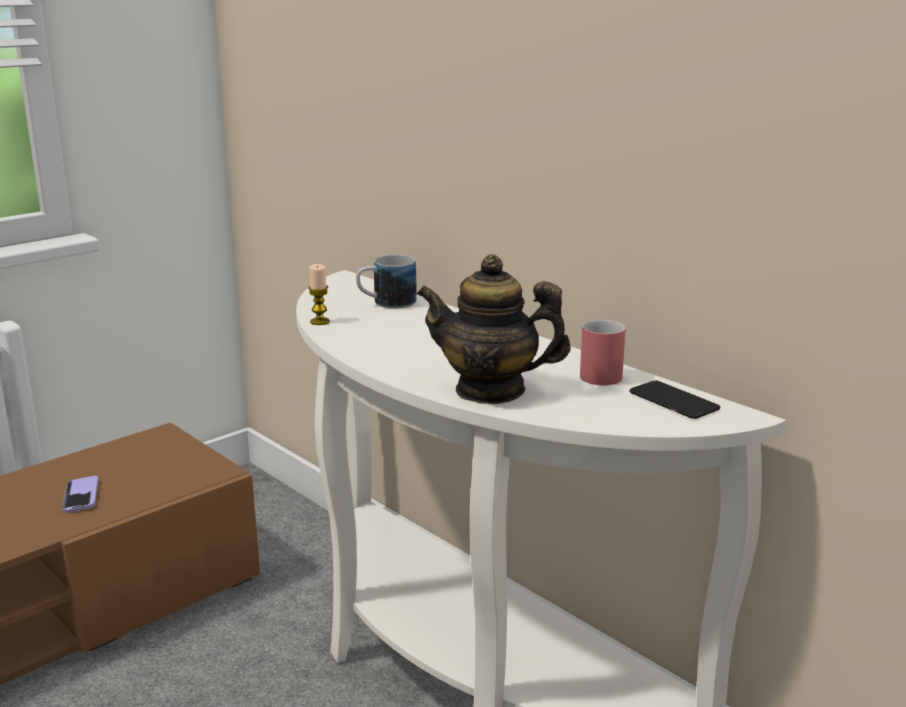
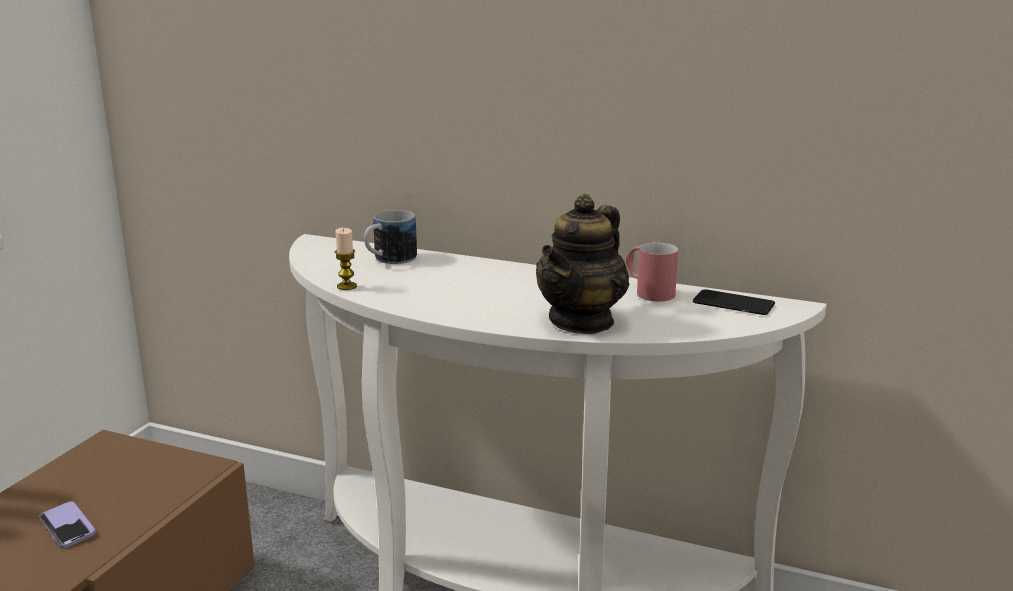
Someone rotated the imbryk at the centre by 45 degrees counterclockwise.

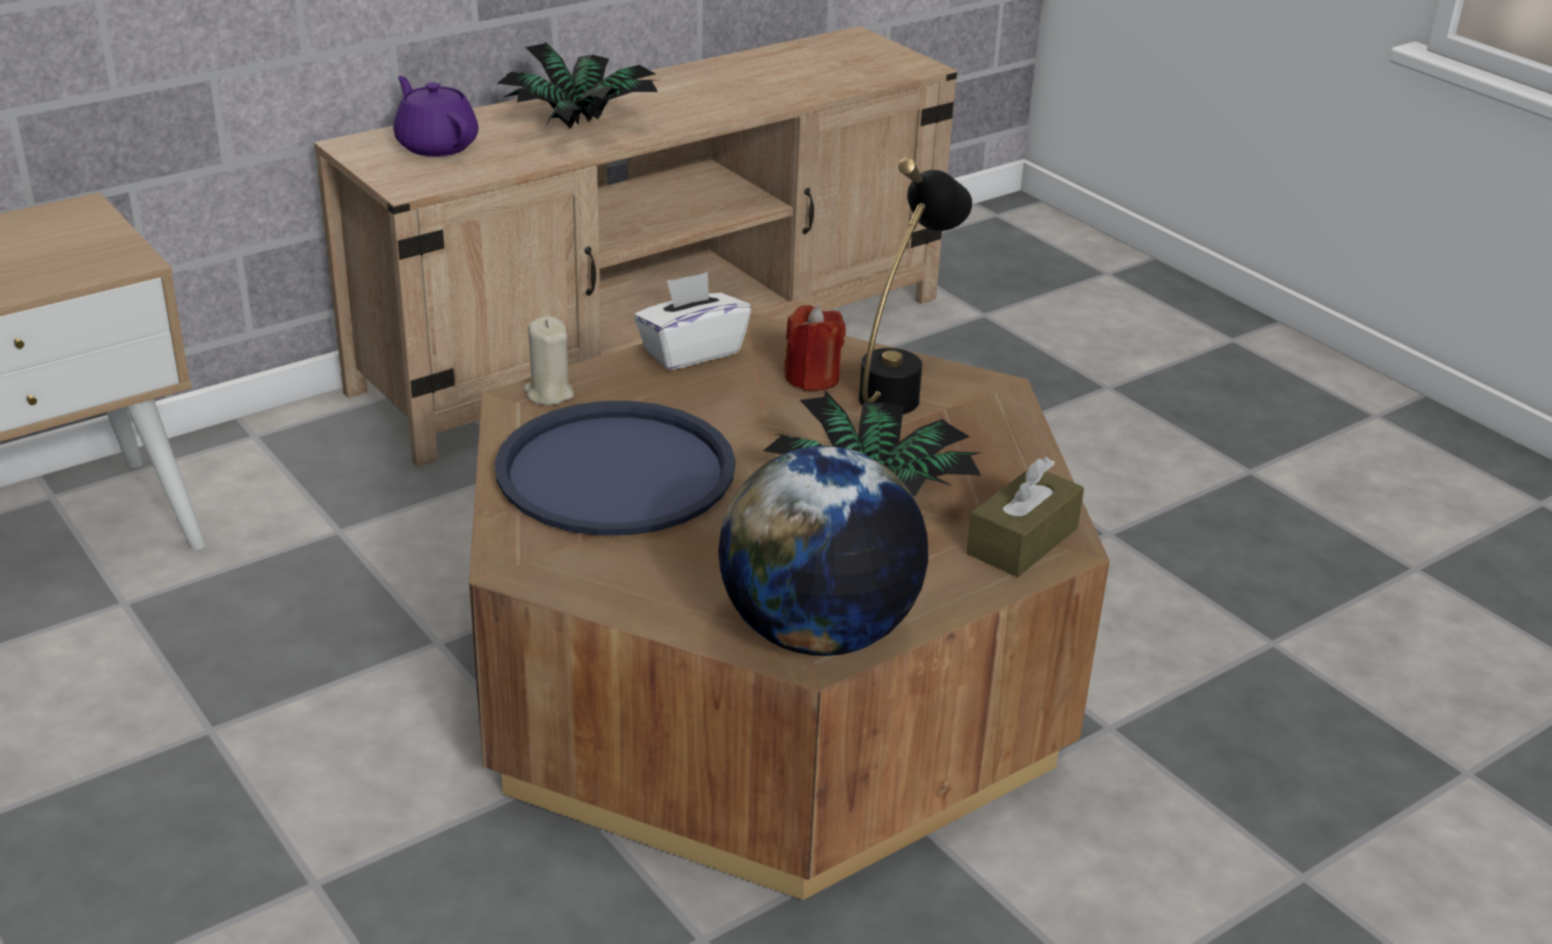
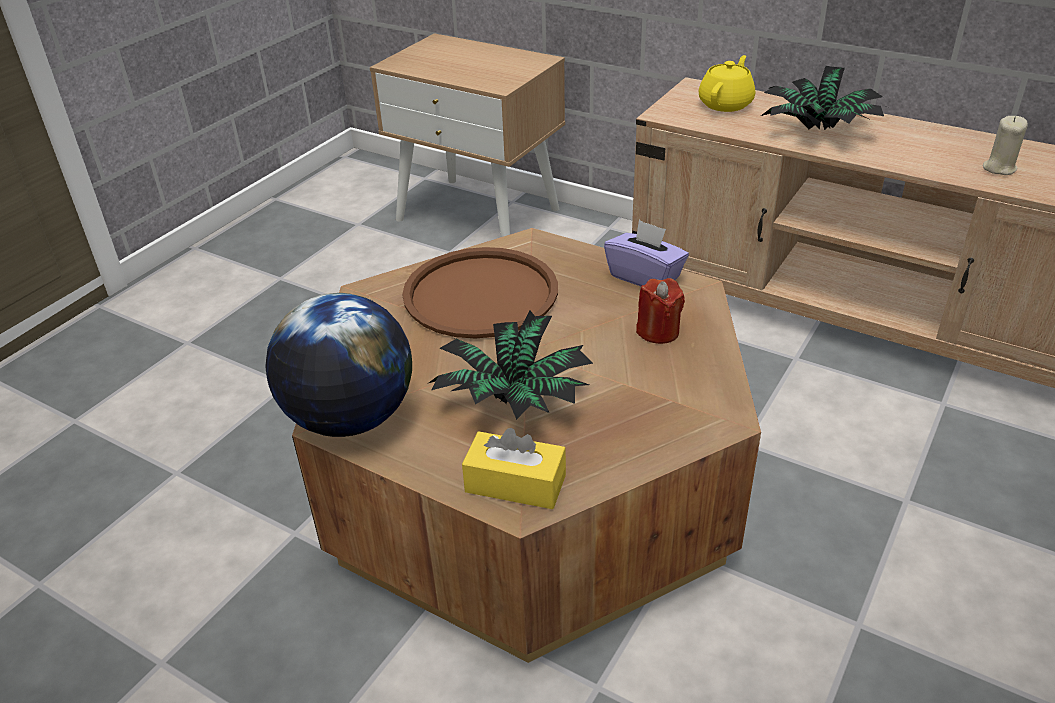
Someone repainted the imbryk/fioletowy at the top left, which became the imbryk/żółty at the top right. Someone repainted the taca/niebieski at the centre, which became the taca/brązowy at the centre. Someone carried the świeca/beżowy from the centre to the top right. Someone repainted the pudełko chusteczek/biały at the centre, which became the pudełko chusteczek/fioletowy at the centre. Someone took away the lampa stołowa/czarny at the top centre. Someone repainted the pudełko chusteczek/brązowy at the centre, which became the pudełko chusteczek/żółty at the centre.

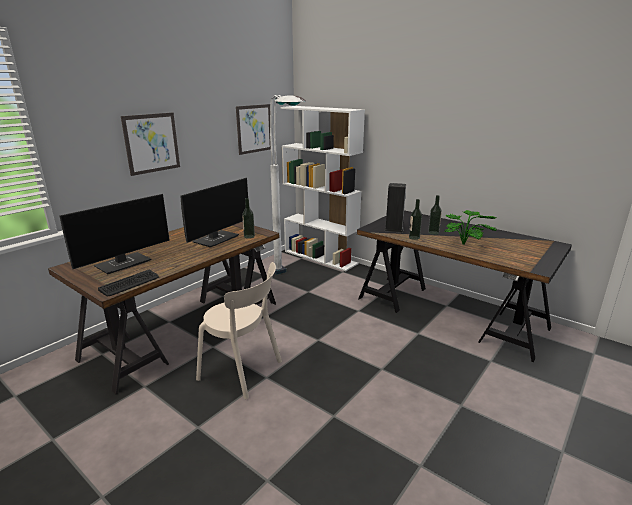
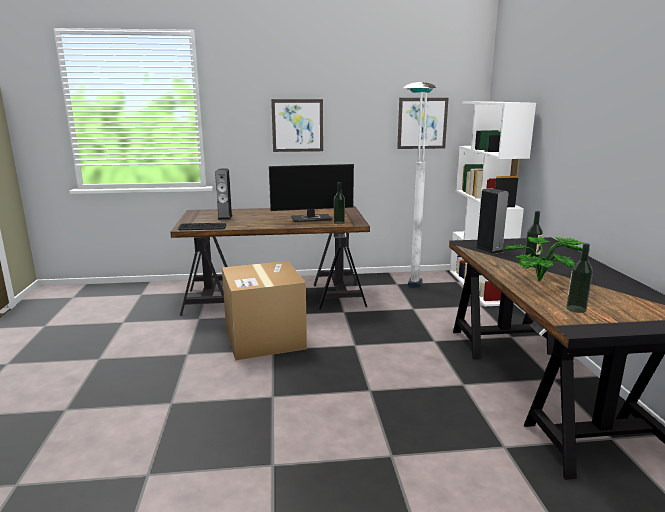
Someone swapped the monitor (no. 1 from left) at the middle left for the głośnik (no. 1 from left) at the centre. Someone swapped the krzesło/beżowy at the centre for the karton at the centre. Someone carried the butelka (no. 2 from left in the first image) from the centre to the middle right.

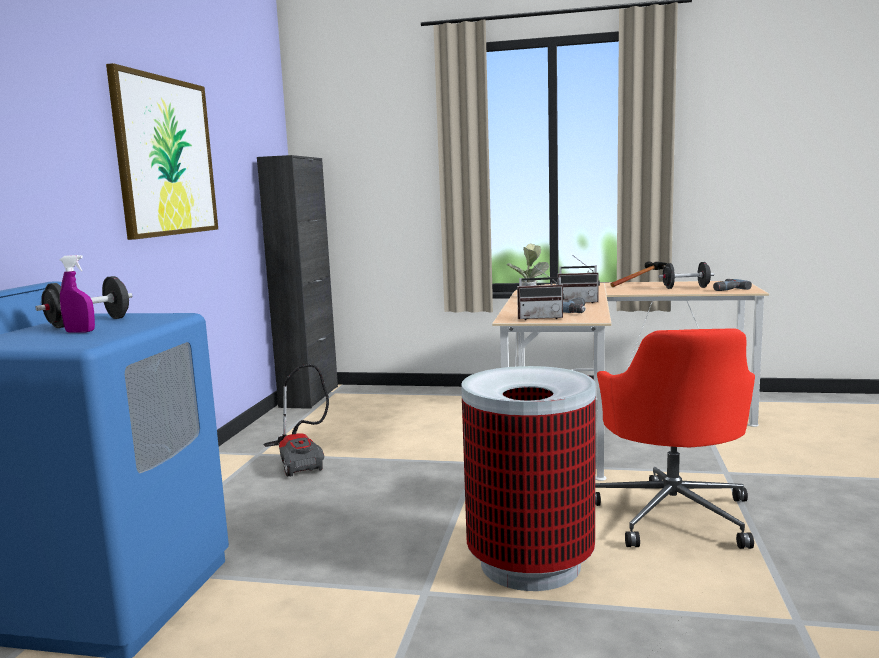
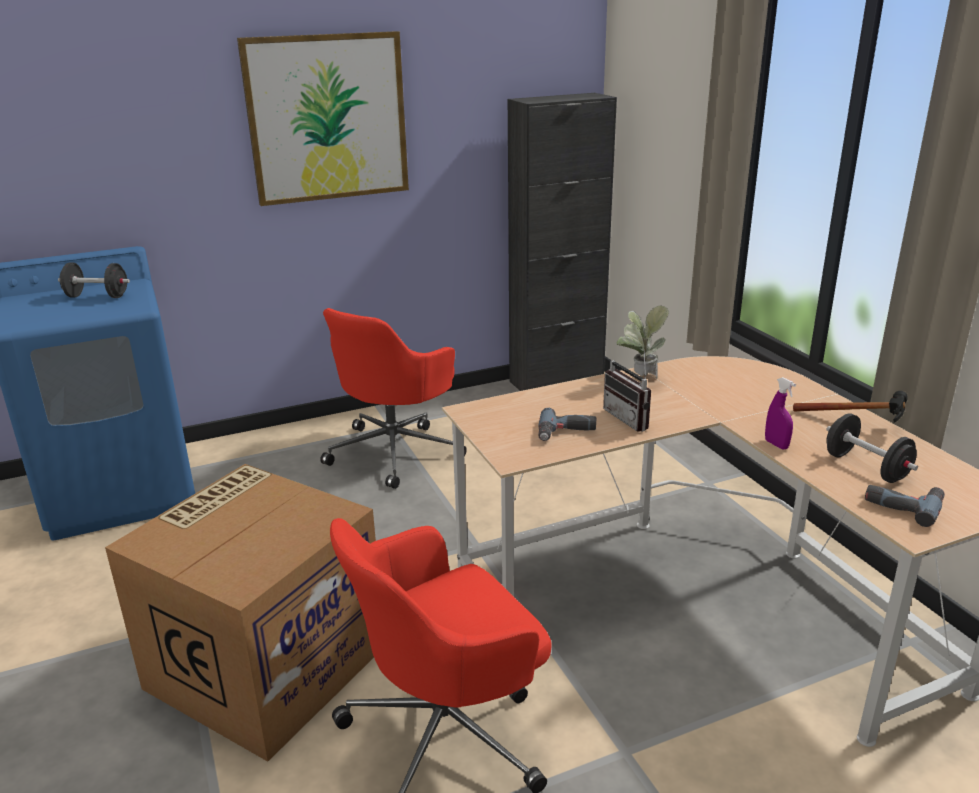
Someone carried the spryskiwacz/fioletowy from the middle left to the middle right. Someone swapped the odkurzacz at the centre for the krzesło biurowe/czerwony (no. 1 from left) at the centre. Someone swapped the kosz na śmieci at the bottom centre for the karton at the bottom left. Someone took away the radio (no. 1 from left) at the centre.

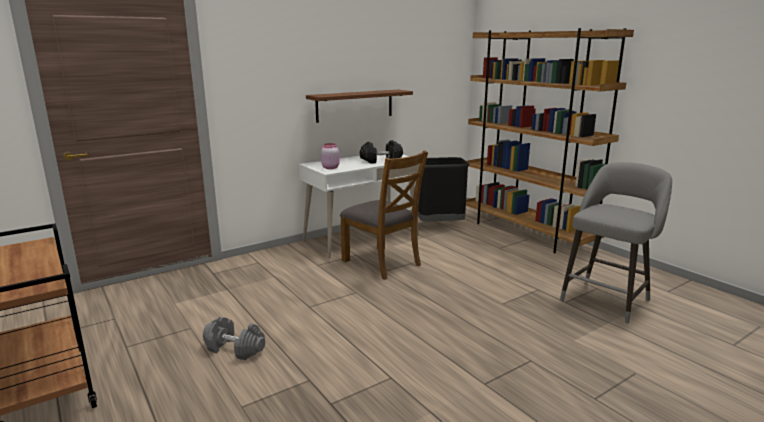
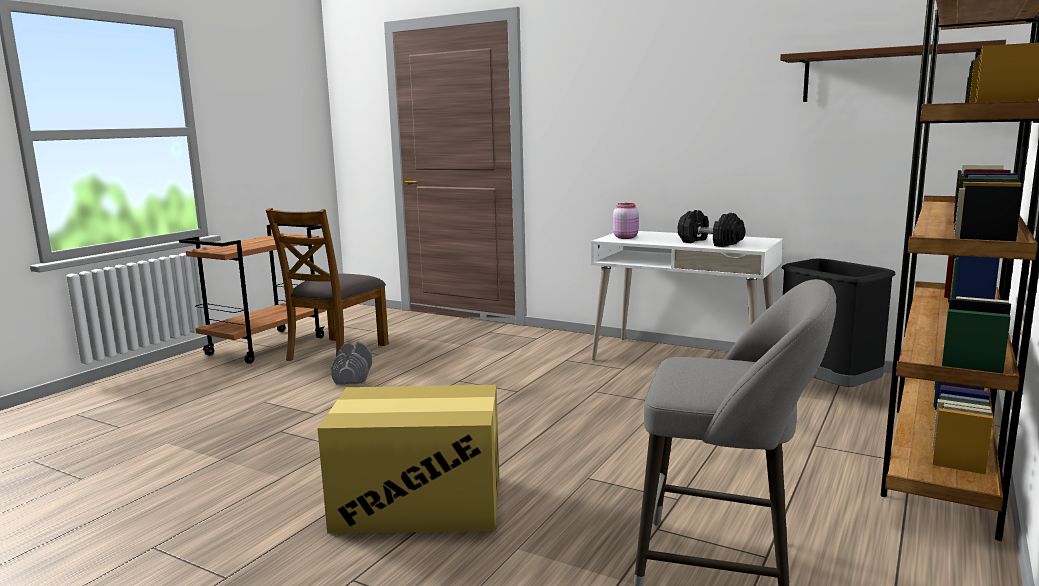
Someone carried the półka/brązowy from the top centre to the top right. Someone carried the krzesło/brązowy from the centre to the middle left. Someone put down the karton at the bottom centre.

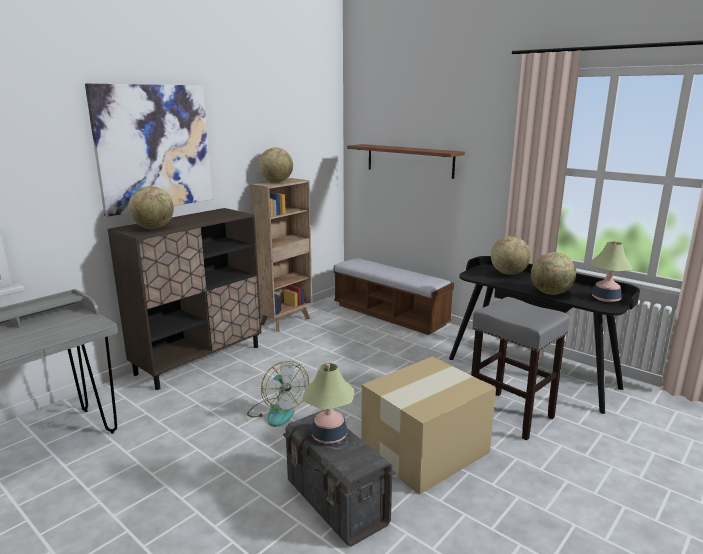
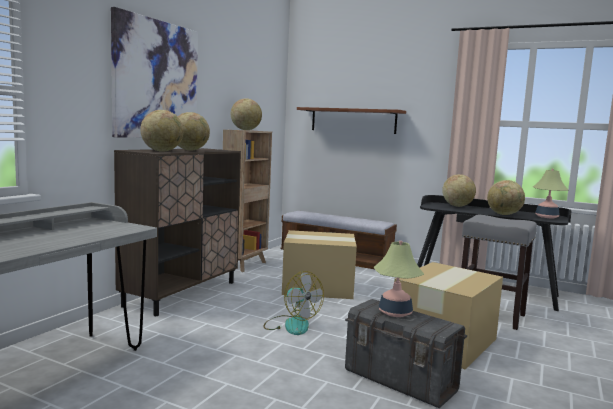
Someone put down the globus (no. 2 from left) at the top left. Someone put down the karton (no. 1 from left) at the centre.

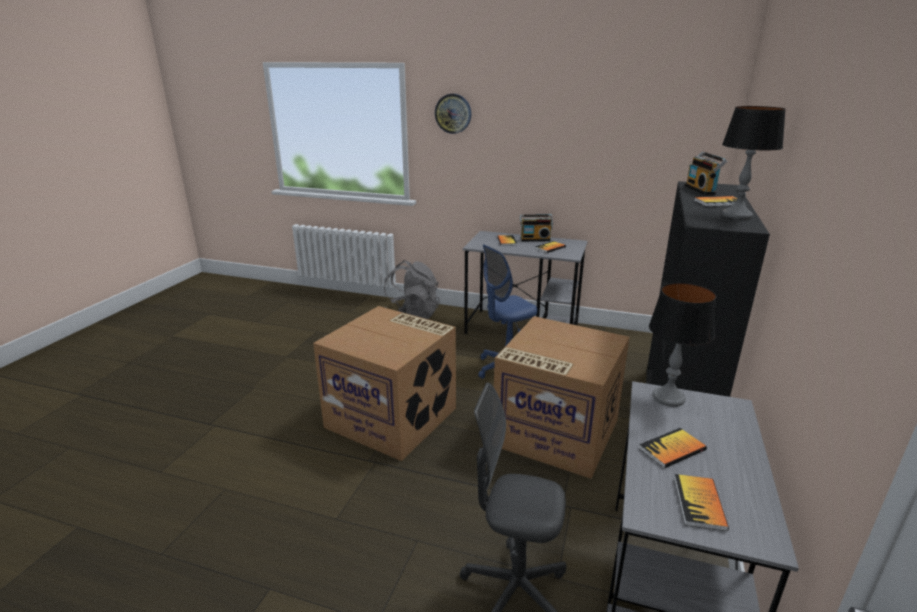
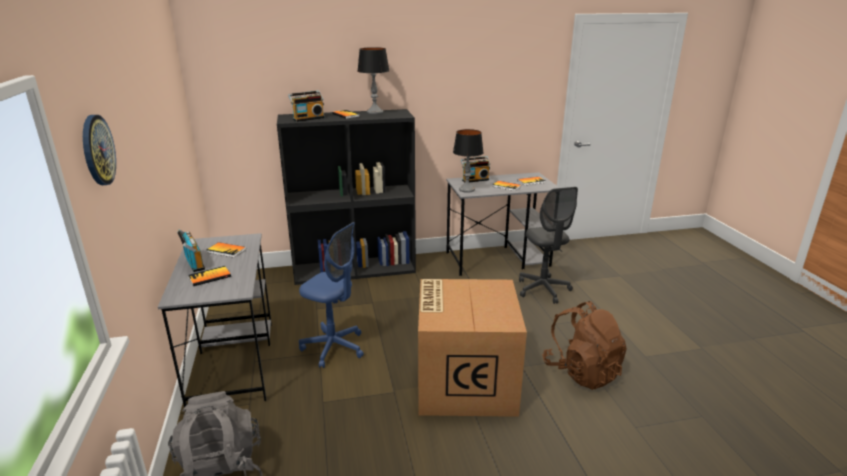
Someone took away the karton (no. 2 from left) at the centre. Someone put down the radio (no. 3 from left) at the centre. Someone put down the plecak/brązowy at the bottom right.

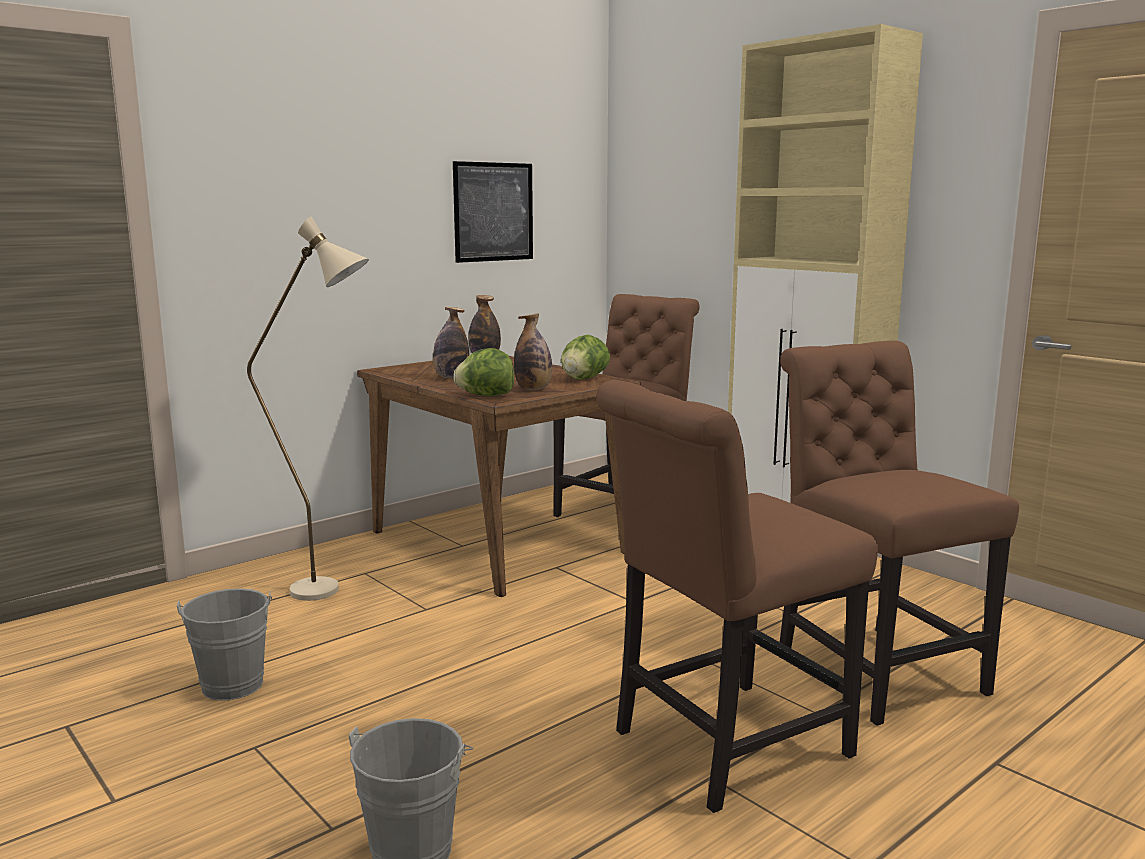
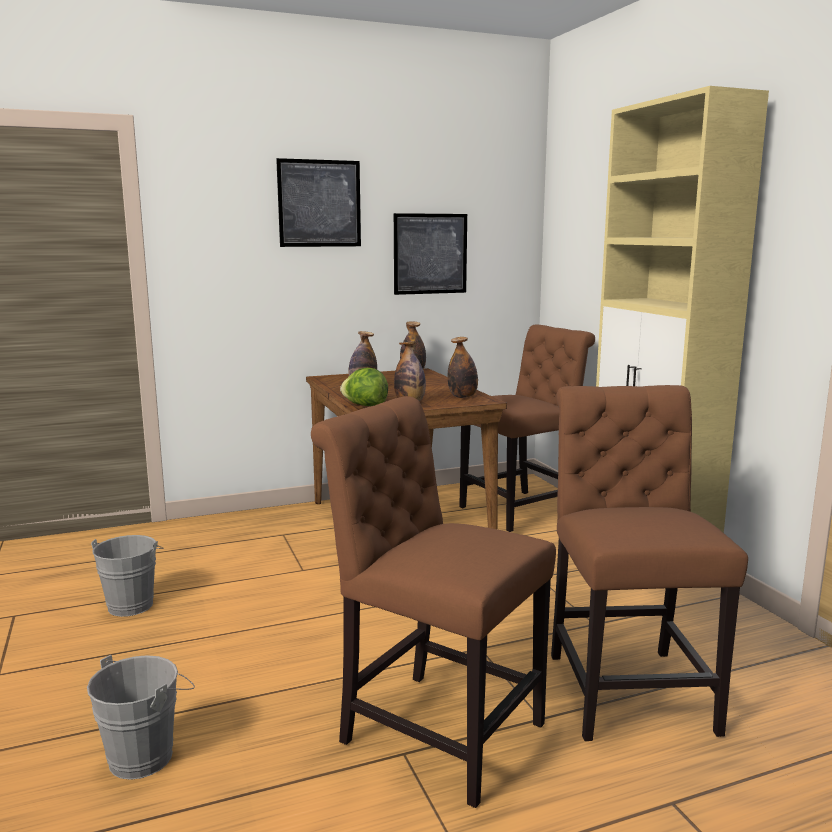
Someone took away the lampa stojąca/beżowy at the middle left. Someone swapped the sałata (no. 2 from left) at the centre for the butelka (no. 4 from left) at the centre. Someone rotated the krzesło/brązowy (no. 2 from left in the first image) at the bottom centre by 45 degrees clockwise. Someone put up the obraz (no. 1 from left) at the top centre.

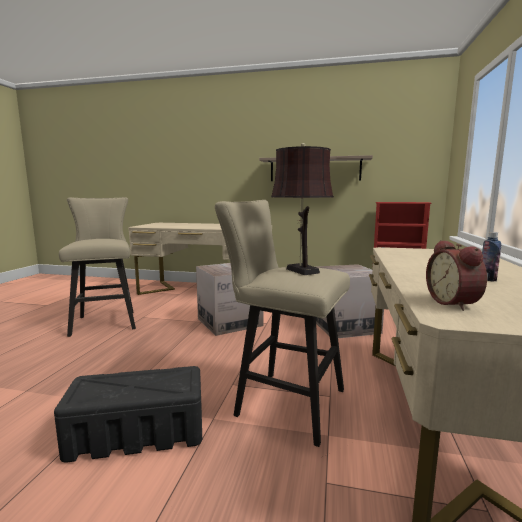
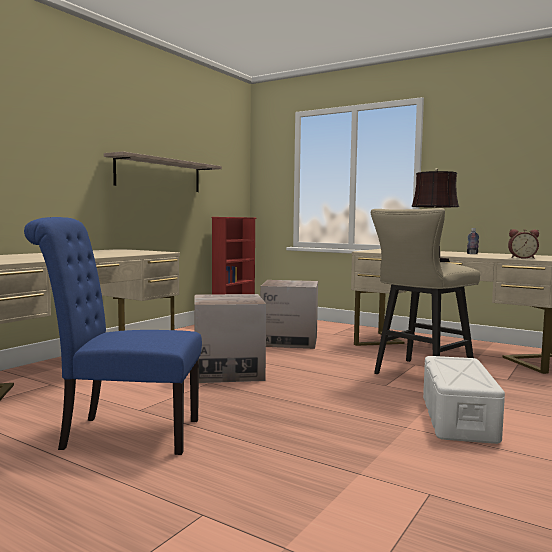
Someone repainted the pojemnik do przechowywania/czarny at the bottom left, which became the pojemnik do przechowywania/biały at the bottom right. Someone swapped the stołek/beżowy (no. 1 from left) at the middle left for the krzesło/niebieski at the middle left.

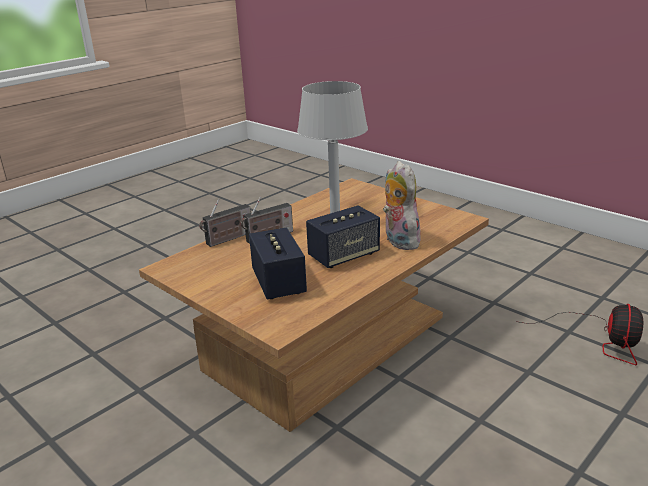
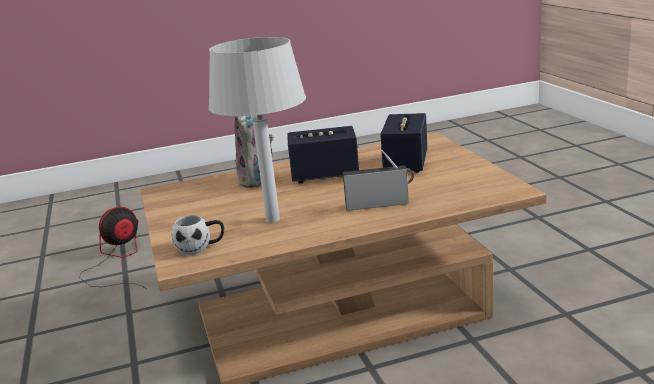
Someone took away the radio (no. 1 from left) at the centre. Someone put down the kubek/biały at the middle left.

